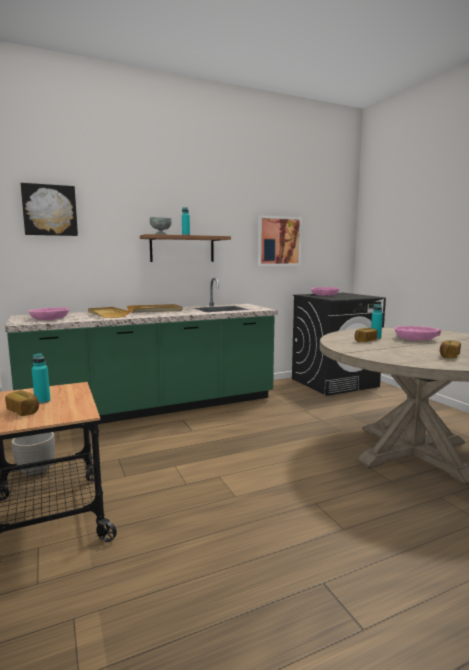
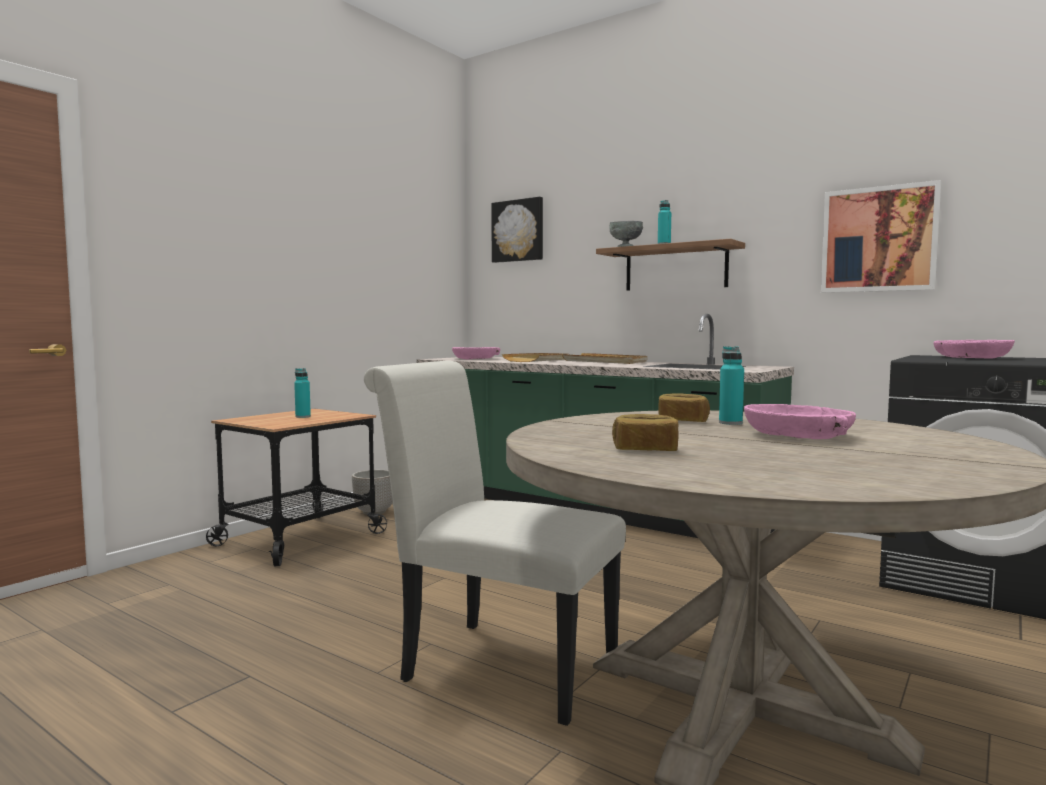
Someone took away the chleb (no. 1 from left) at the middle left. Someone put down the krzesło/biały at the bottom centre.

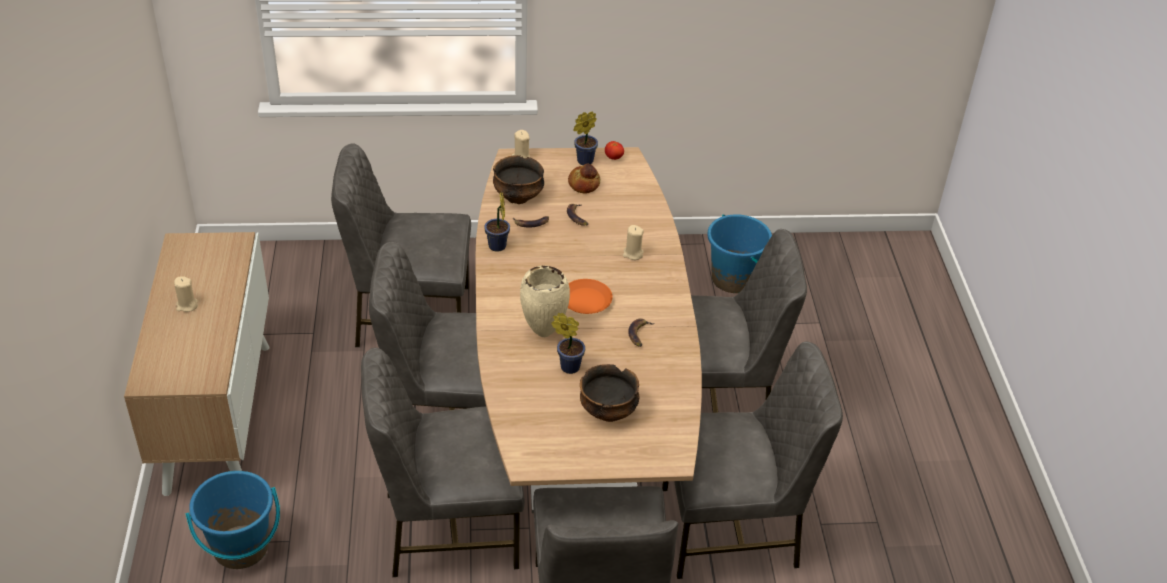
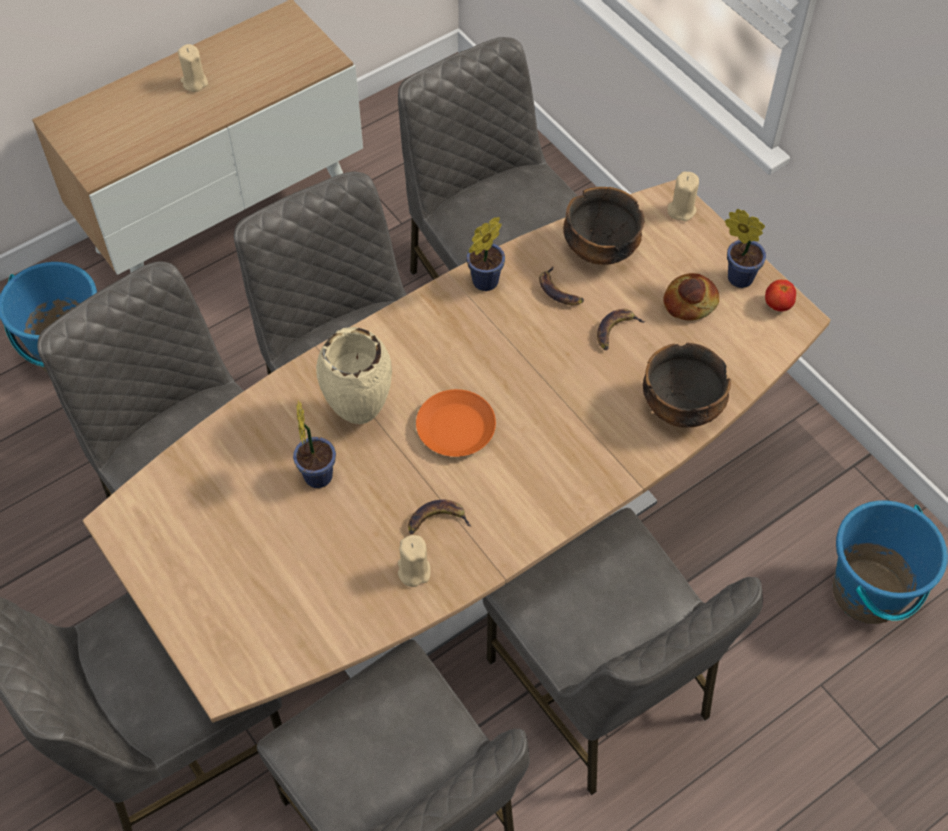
Someone carried the miska (no. 2 from left) from the bottom centre to the middle right. Someone carried the świeca/beżowy (no. 3 from left in the first image) from the centre to the bottom centre.

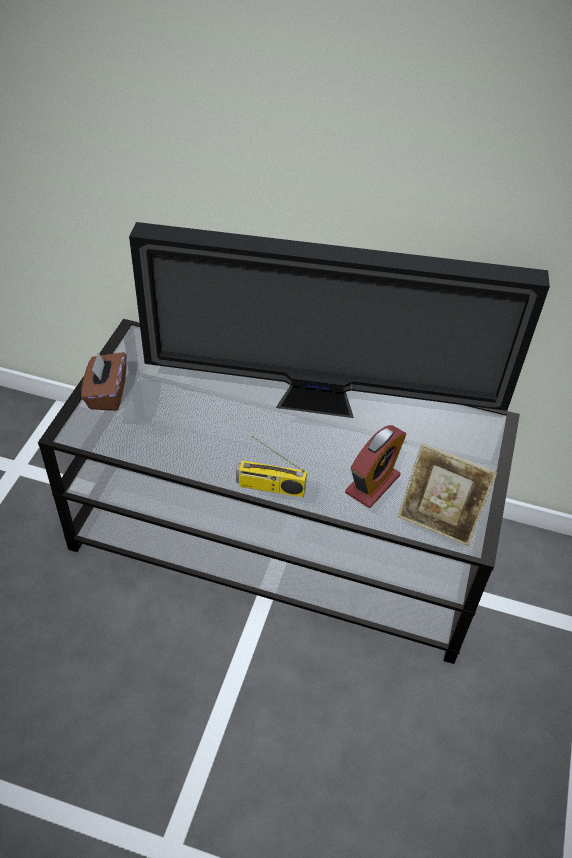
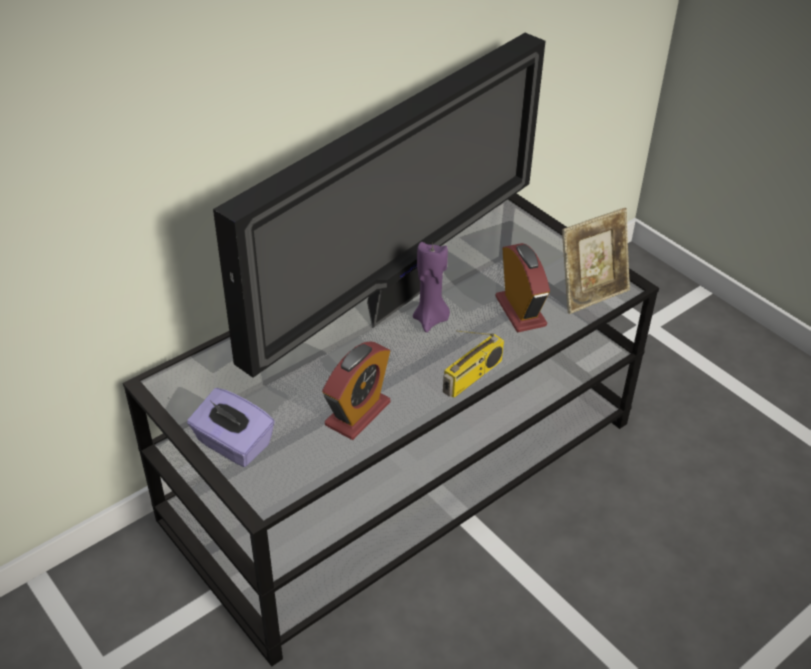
Someone repainted the pudełko chusteczek/brązowy at the middle left, which became the pudełko chusteczek/fioletowy at the middle left. Someone put down the budzik (no. 1 from left) at the centre. Someone put down the świeca/fioletowy at the centre.

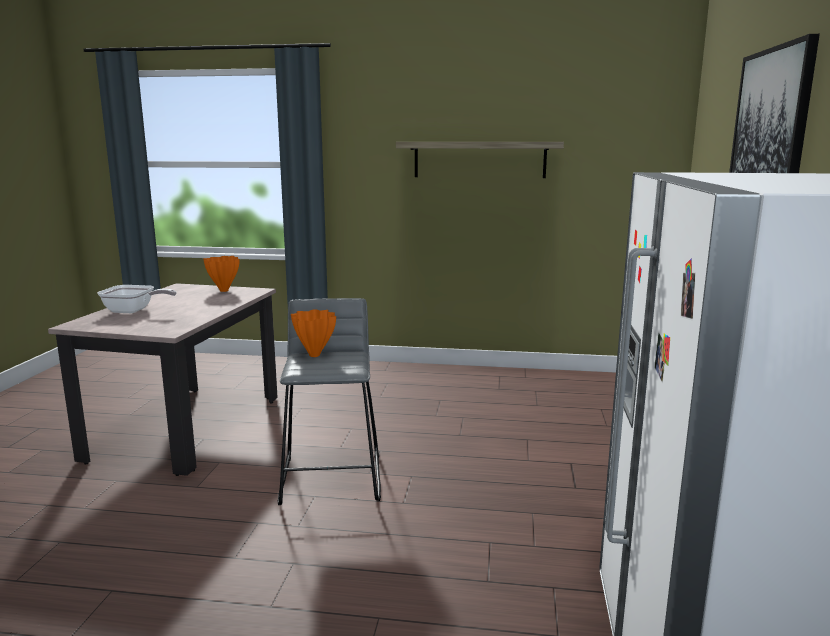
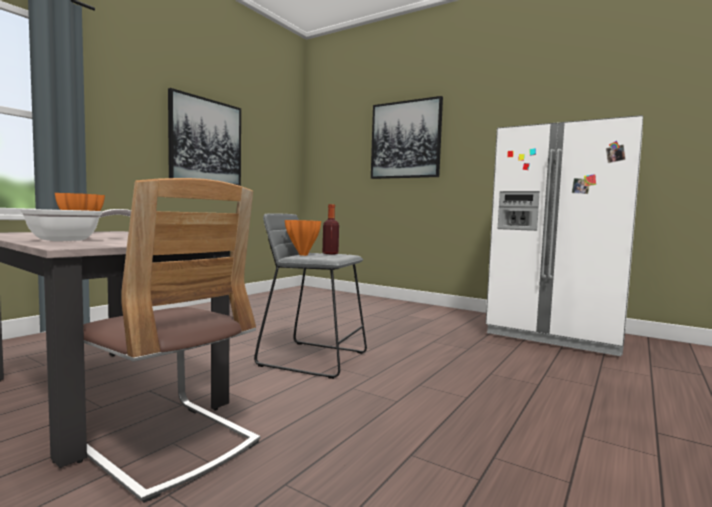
Someone swapped the półka at the top centre for the obraz (no. 1 from left) at the top left. Someone put down the krzesło at the bottom left. Someone put down the butelka at the centre.

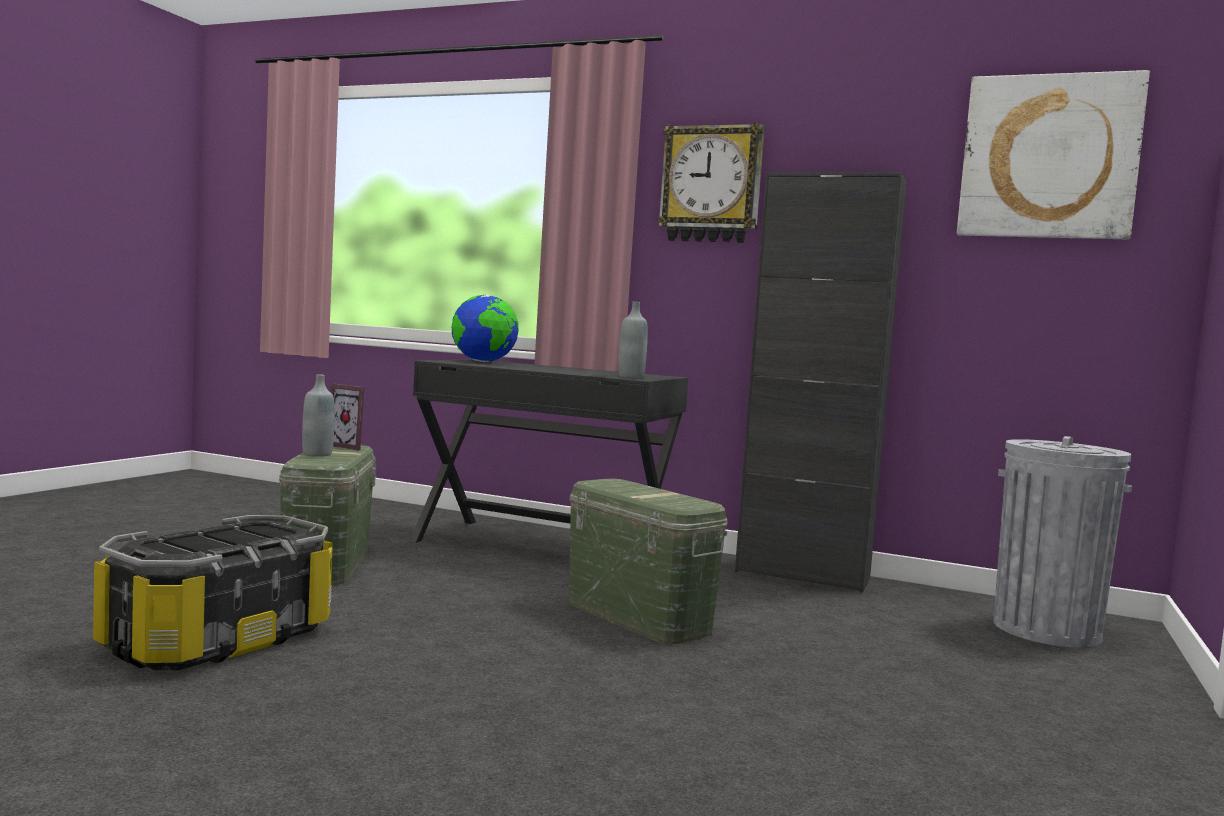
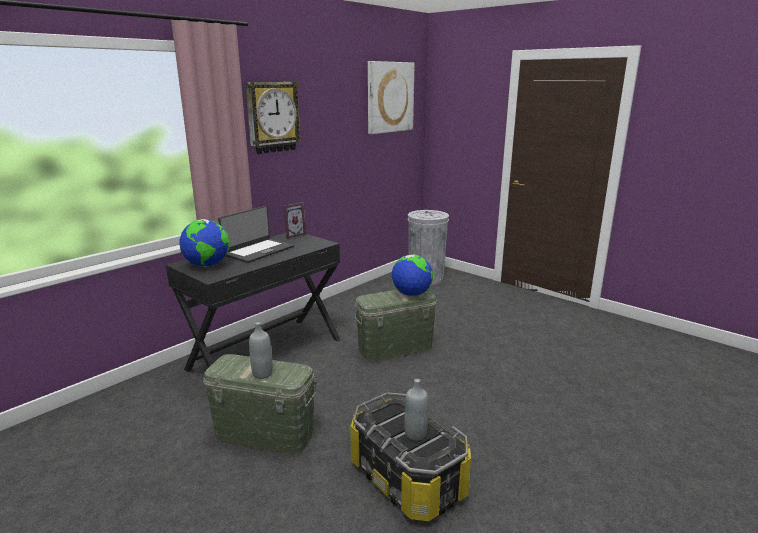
Someone carried the ramka na zdjęcie from the middle left to the centre. Someone carried the butelka/szary (no. 2 from left) from the centre to the bottom centre. Someone took away the szafka/czarny at the middle right. Someone put down the laptop at the centre. Someone put down the globus (no. 2 from left) at the centre.

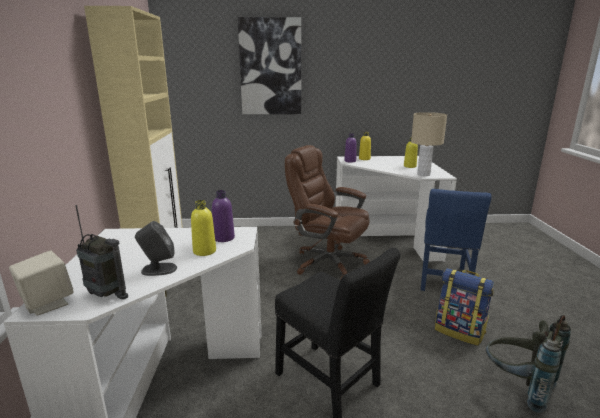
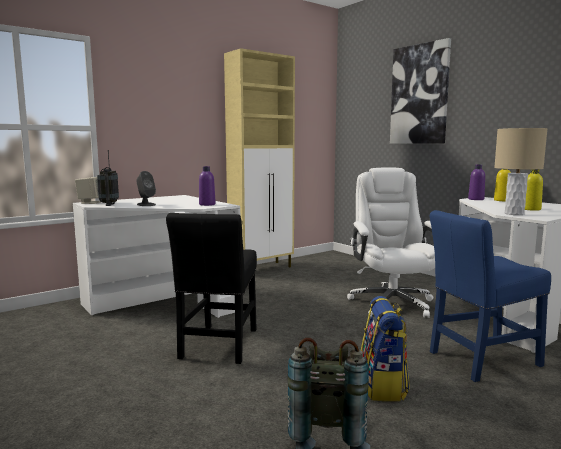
Someone took away the butelka/żółty (no. 1 from left) at the centre. Someone repainted the krzesło biurowe/brązowy at the centre, which became the krzesło biurowe/biały at the middle right.

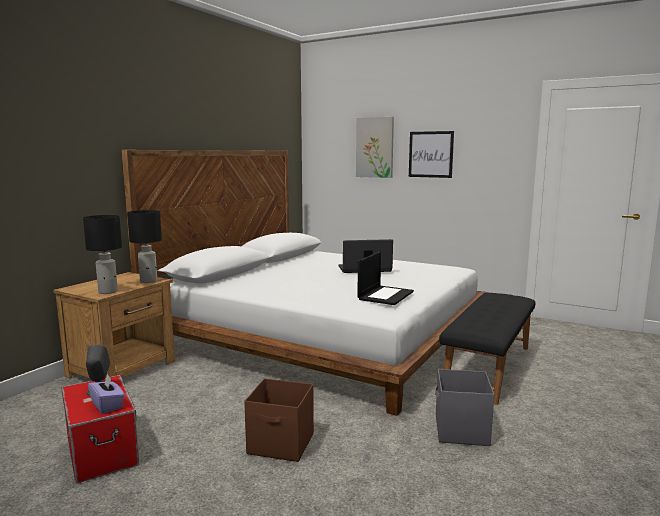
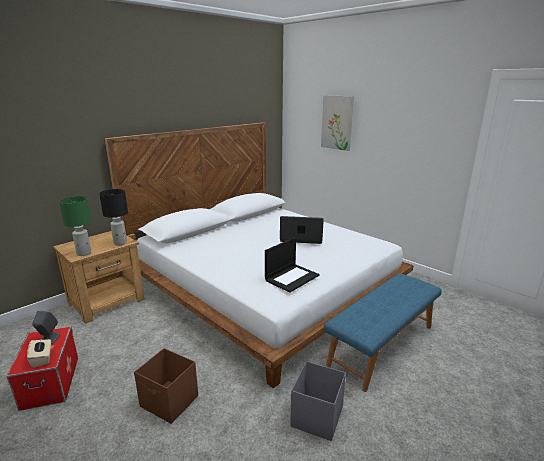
Someone repainted the lampa stołowa/czarny (no. 1 from left) at the middle left, which became the lampa stołowa/zielony at the middle left. Someone repainted the pudełko chusteczek/fioletowy at the bottom left, which became the pudełko chusteczek/beżowy at the bottom left. Someone took away the obraz (no. 2 from left) at the top centre. Someone repainted the ławka/czarny at the bottom right, which became the ławka/niebieski at the bottom right.

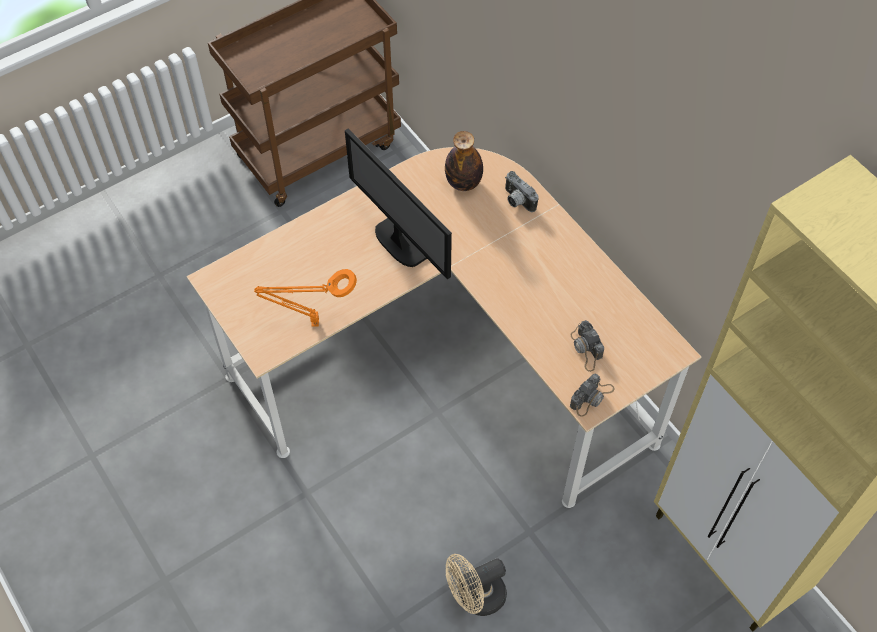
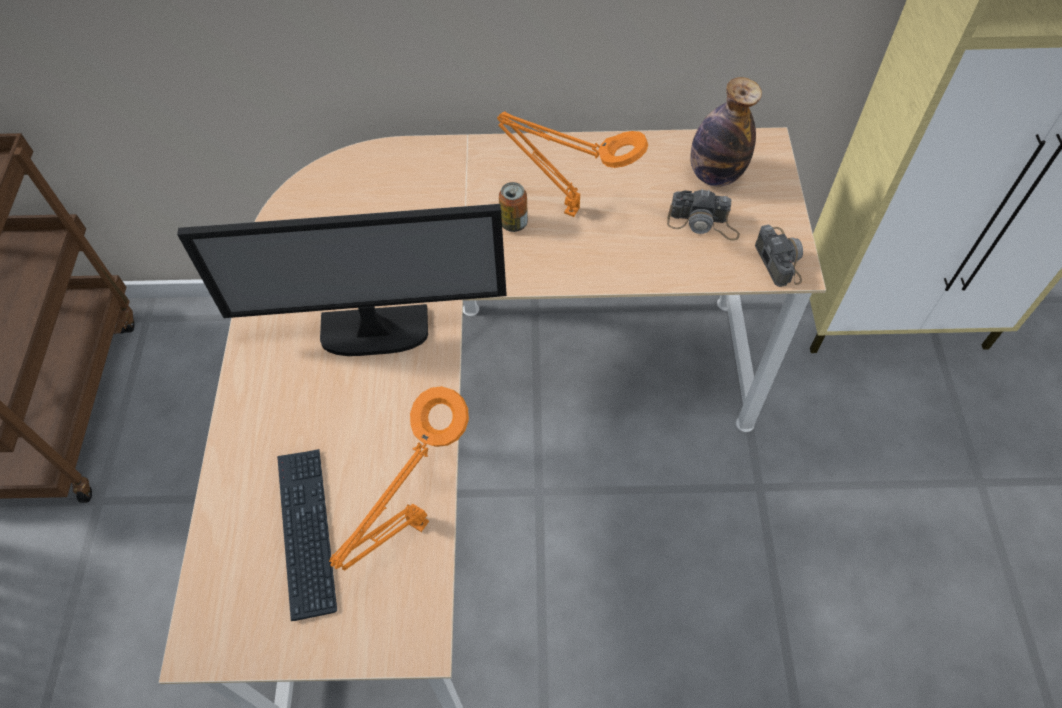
Someone carried the butelka from the top centre to the top right. Someone took away the wentylator/beżowy at the bottom centre. Someone took away the aparat fotograficzny (no. 1 from left) at the top centre. Someone put down the klawiatura at the bottom left. Someone put down the lampa stołowa/pomarańczowy (no. 2 from left) at the top centre. Someone put down the puszka at the top centre.

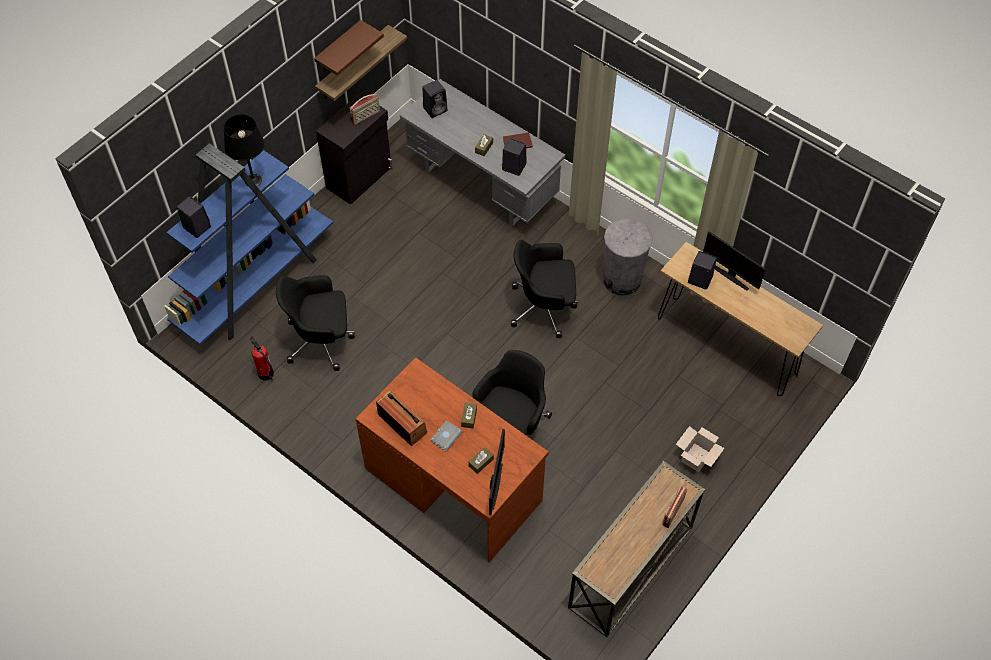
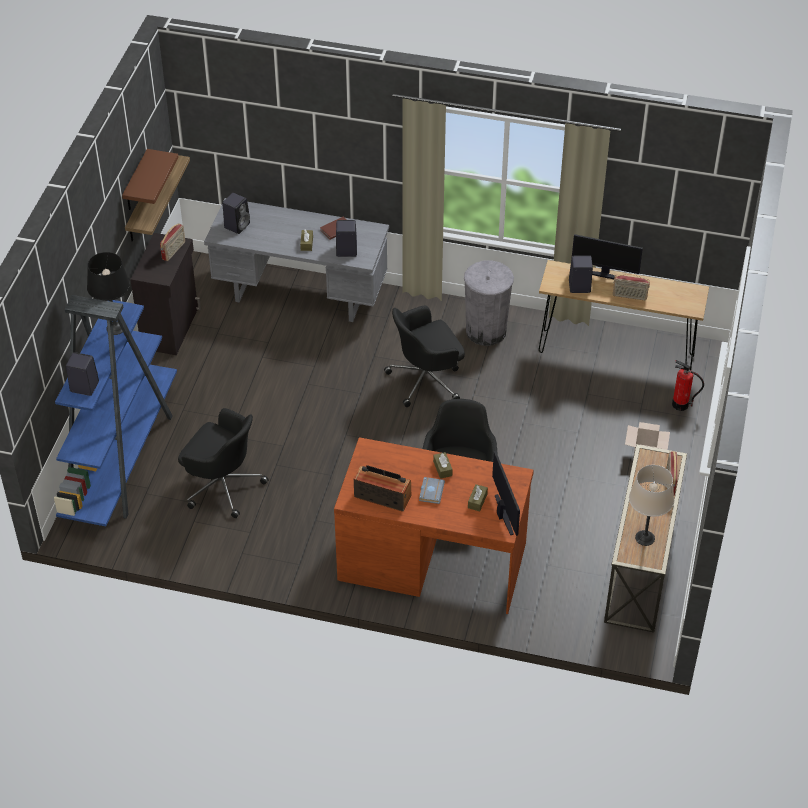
Someone carried the gaśnica from the middle left to the middle right. Someone rotated the krzesło biurowe/czarny (no. 1 from left) at the middle left by 120 degrees counterclockwise. Someone put down the radio (no. 3 from left) at the middle right. Someone put down the lampa stołowa/beżowy at the middle right.

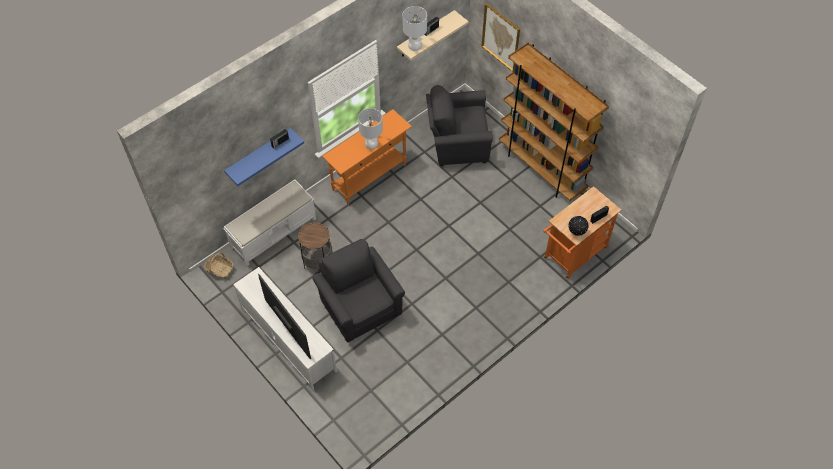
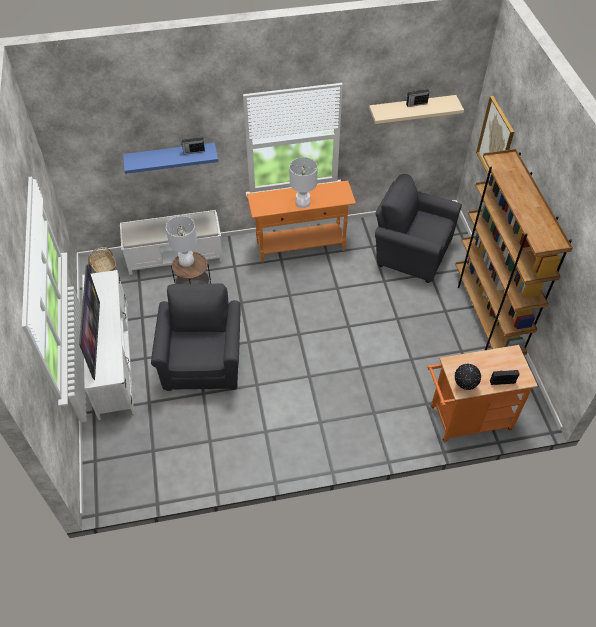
Someone carried the lampa stołowa/biały (no. 2 from left in the first image) from the top centre to the middle left.

